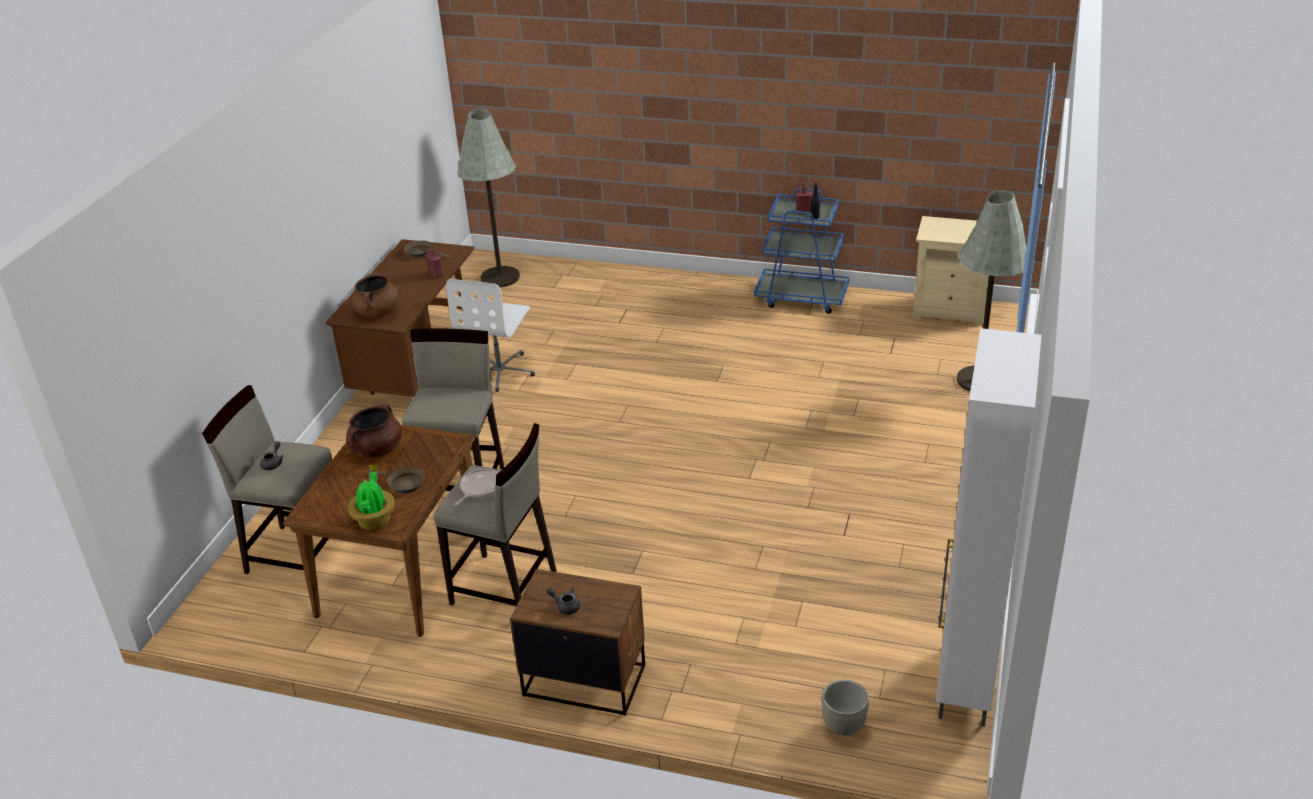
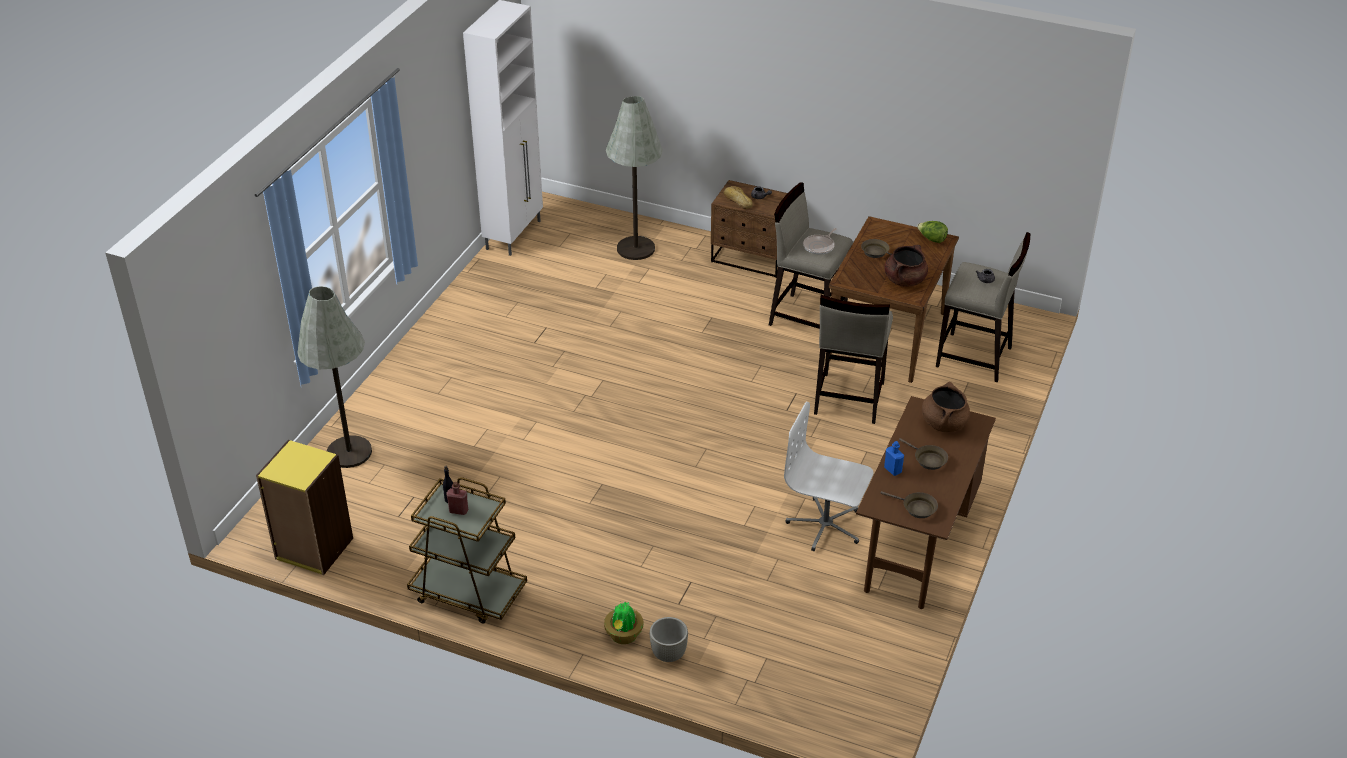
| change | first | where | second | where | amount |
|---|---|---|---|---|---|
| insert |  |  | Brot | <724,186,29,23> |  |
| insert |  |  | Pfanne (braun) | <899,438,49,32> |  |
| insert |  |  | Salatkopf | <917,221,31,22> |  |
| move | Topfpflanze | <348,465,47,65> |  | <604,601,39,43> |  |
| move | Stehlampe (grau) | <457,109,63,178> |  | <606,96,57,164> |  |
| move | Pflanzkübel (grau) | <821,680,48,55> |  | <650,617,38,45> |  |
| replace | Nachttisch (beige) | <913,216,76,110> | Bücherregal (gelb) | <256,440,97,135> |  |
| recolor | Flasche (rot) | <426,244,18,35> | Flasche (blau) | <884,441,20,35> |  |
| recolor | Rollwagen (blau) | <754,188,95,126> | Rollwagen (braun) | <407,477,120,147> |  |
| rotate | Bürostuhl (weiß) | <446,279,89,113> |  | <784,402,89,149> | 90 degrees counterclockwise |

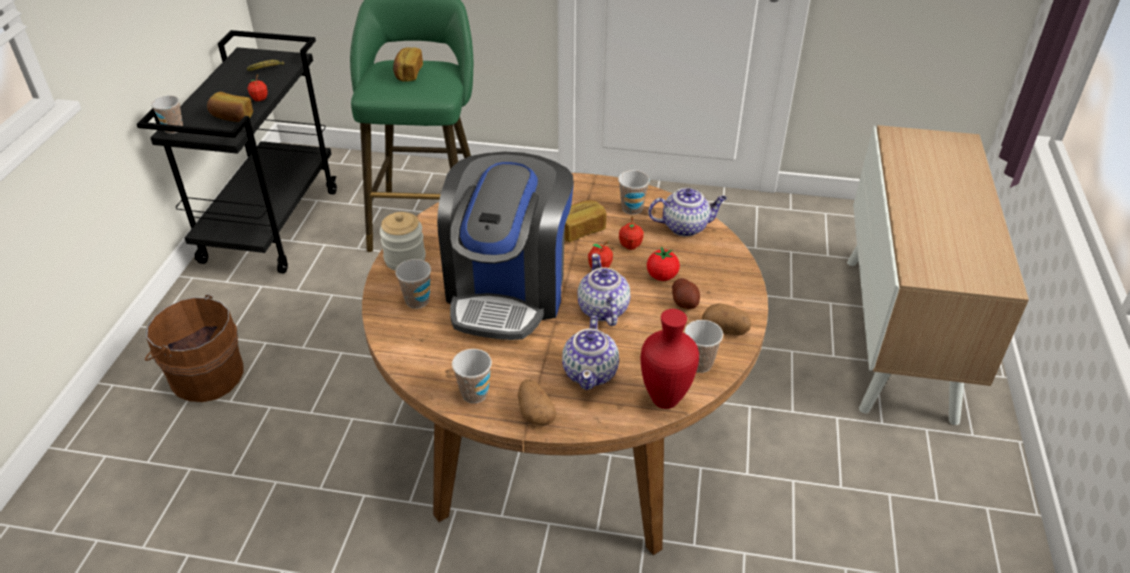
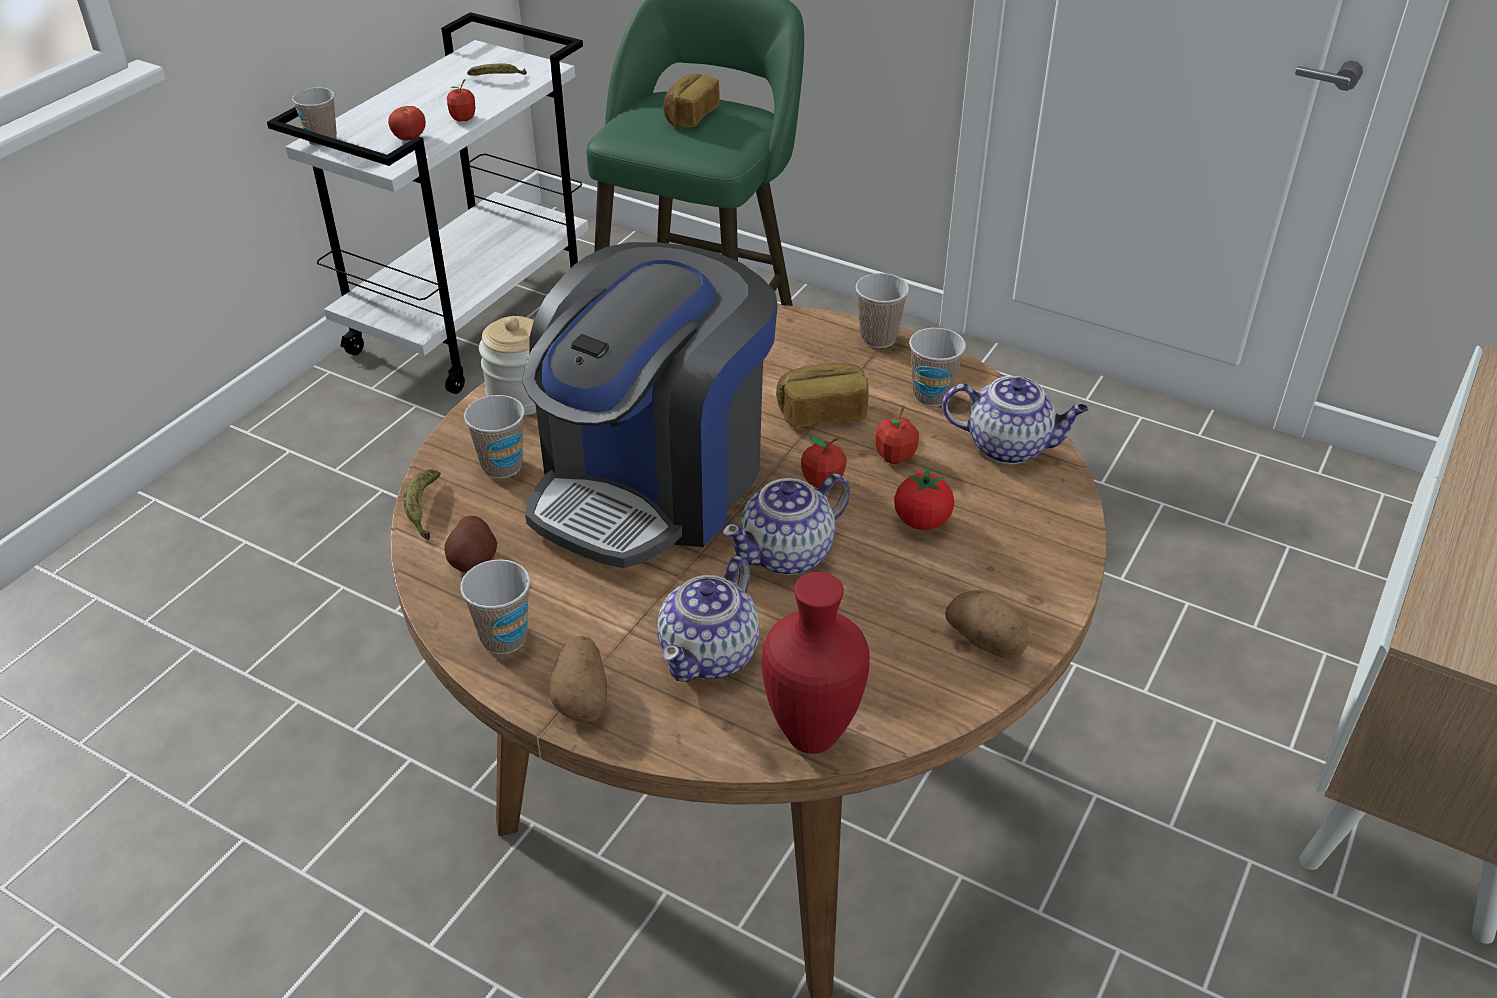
| change | first | where | second | where | amount |
|---|---|---|---|---|---|
| delete | Eimer (braun) | <145,294,99,108> |  |  |  |
| insert |  |  | Banane | <404,469,37,71> |  |
| move | Kartoffel | <672,278,28,31> |  | <444,516,53,57> |  |
| move | Tasse | <685,320,38,53> |  | <856,273,53,75> |  |
| replace | Brot | <207,92,46,30> | Tomate | <388,106,38,35> |  |
| recolor | Rollwagen (schwarz) | <137,30,200,243> | Rollwagen (weiß) | <267,12,321,382> |  |
| rotate | Teekanne | <578,254,52,72> |  | <723,473,127,102> | 135 degrees counterclockwise |

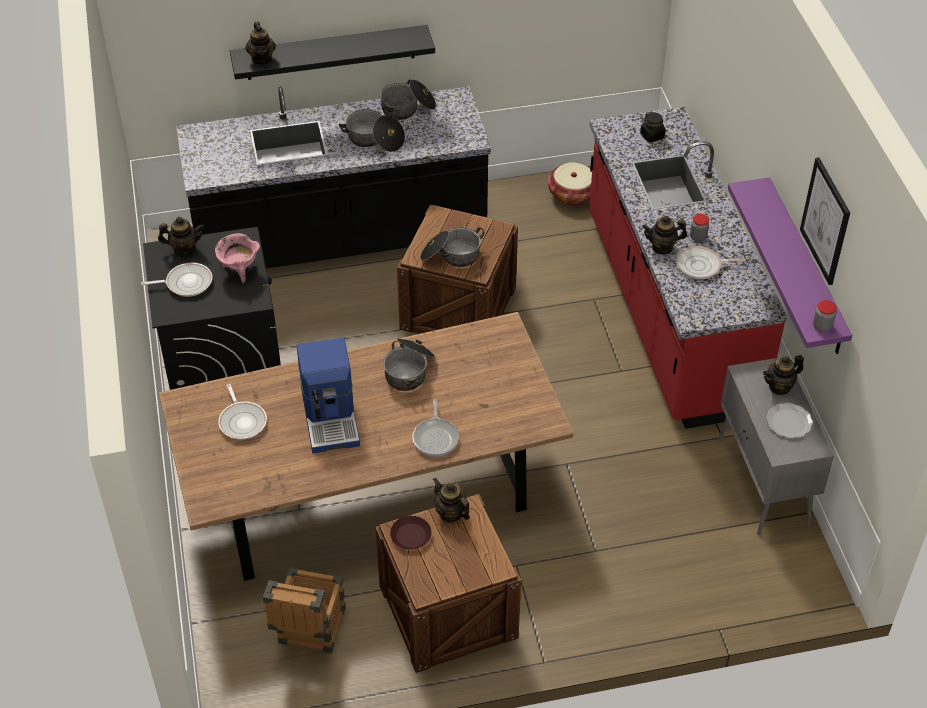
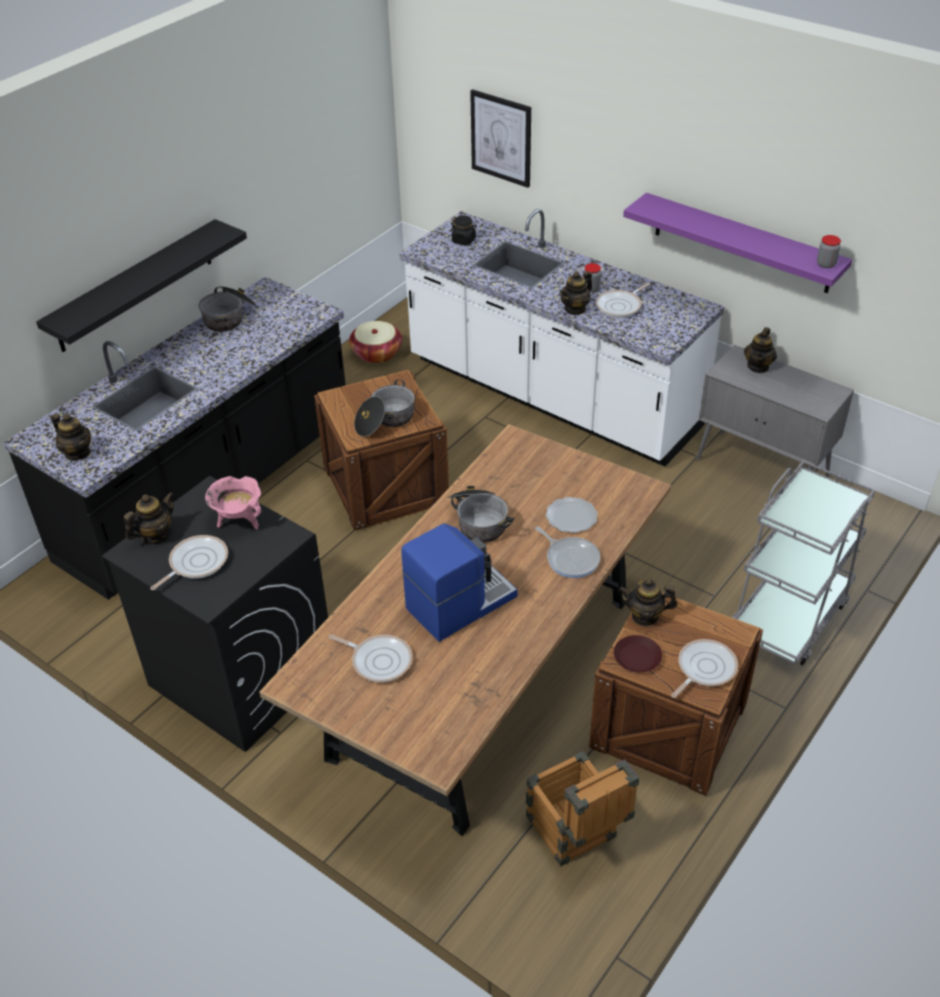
| change | first | where | second | where | amount |
|---|---|---|---|---|---|
| delete | Kochtopf | <339,109,66,43> |  |  |  |
| insert |  |  | Pfanne | <671,639,67,59> |  |
| insert |  |  | Rollwagen (grau) | <732,460,143,206> |  |
| move | Teekanne | <245,22,31,43> |  | <51,413,40,47> |  |
| move | Teller | <766,403,47,36> |  | <546,497,52,36> |  |
| move | Bild | <800,157,50,128> |  | <470,89,61,99> |  |
| recolor | Küchenzeile (rot) | <589,107,198,322> | Küchenzeile (weiß) | <399,209,326,257> |  |
| rotate | Kaffeemaschine | <297,338,63,115> |  | <401,523,116,119> | 75 degrees counterclockwise |

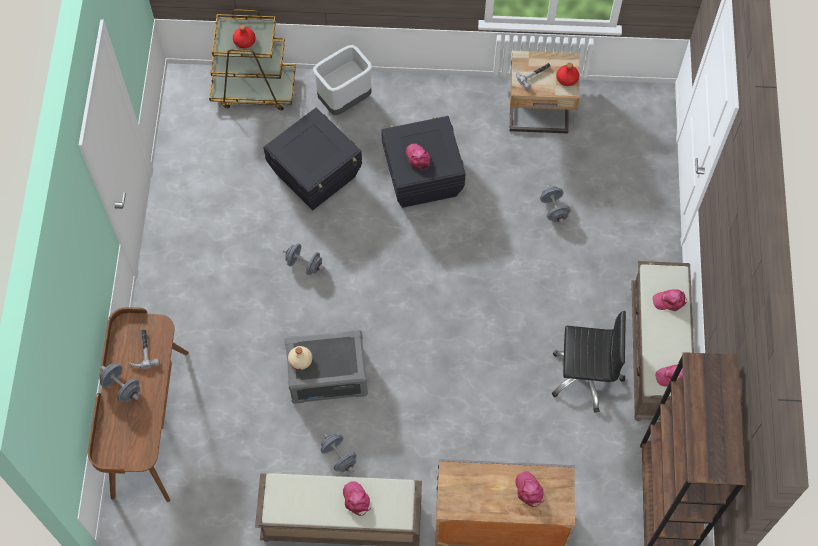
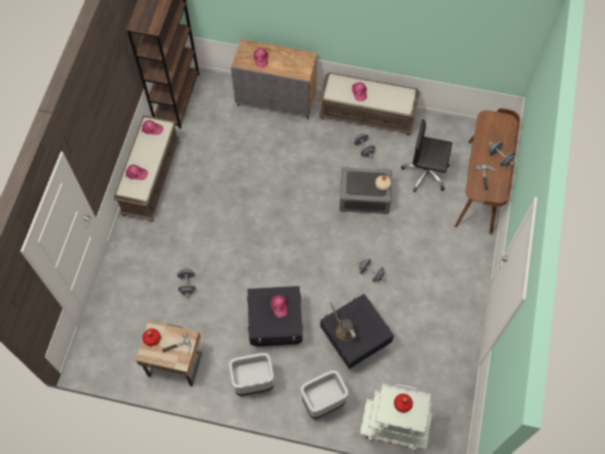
| change | first | where | second | where | amount |
|---|---|---|---|---|---|
| insert |  |  | Mülleimer (grau) | <229,353,45,43> |  |
| insert |  |  | Gießkanne (braun) | <330,302,26,39> |  |
| move | Bürostuhl (schwarz) | <552,311,74,102> |  | <401,119,51,73> |  |
| recolor | Rollwagen (braun) | <209,9,87,101> | Rollwagen (weiß) | <360,384,72,66> |  |

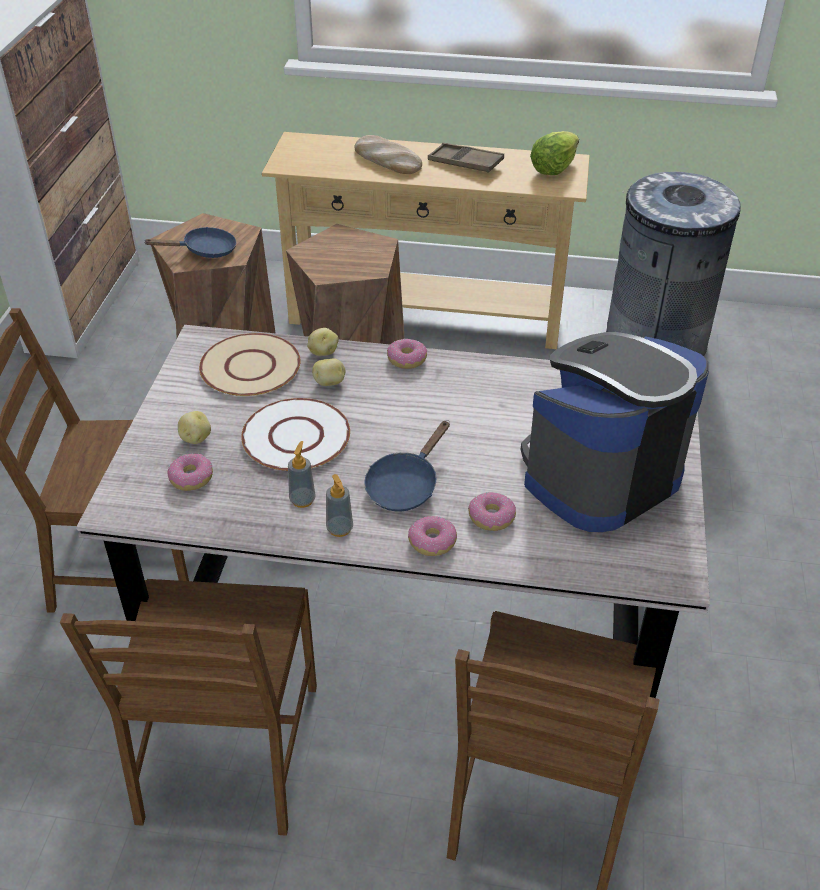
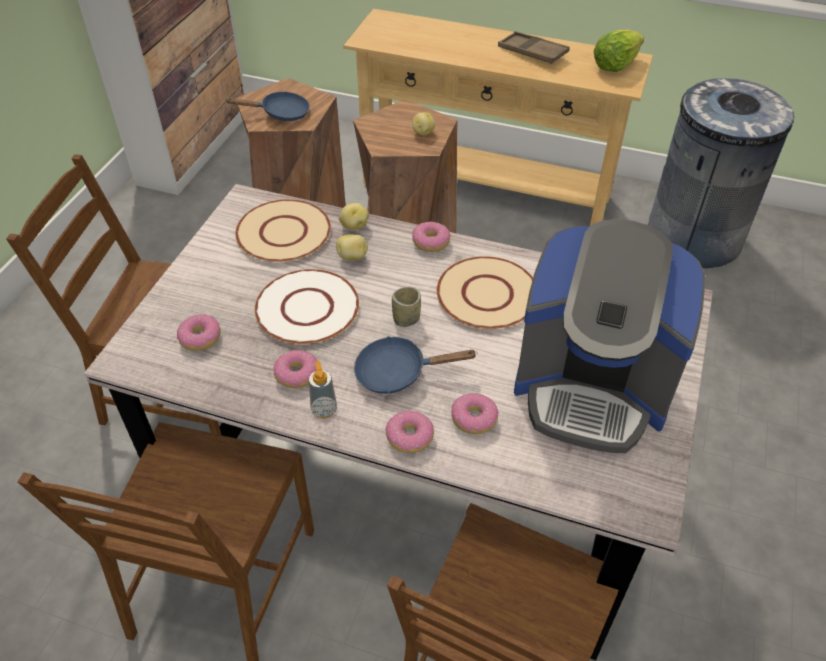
| change | first | where | second | where | amount |
|---|---|---|---|---|---|
| delete | Brot | <355,135,67,39> |  |  |  |
| insert |  |  | Tasse | <392,287,29,40> |  |
| insert |  |  | Teller (beige) | <437,256,96,73> |  |
| move | Kartoffel | <178,411,33,33> |  | <412,112,23,24> |  |
| replace | Seifenspender | <288,441,28,67> | Donut | <273,350,44,38> |  |
| rotate | Pfanne (blau) | <364,420,86,91> |  | <354,336,123,58> | 45 degrees clockwise |
| rotate | Kaffeemaschine | <521,332,188,200> |  | <514,219,191,234> | 135 degrees counterclockwise |

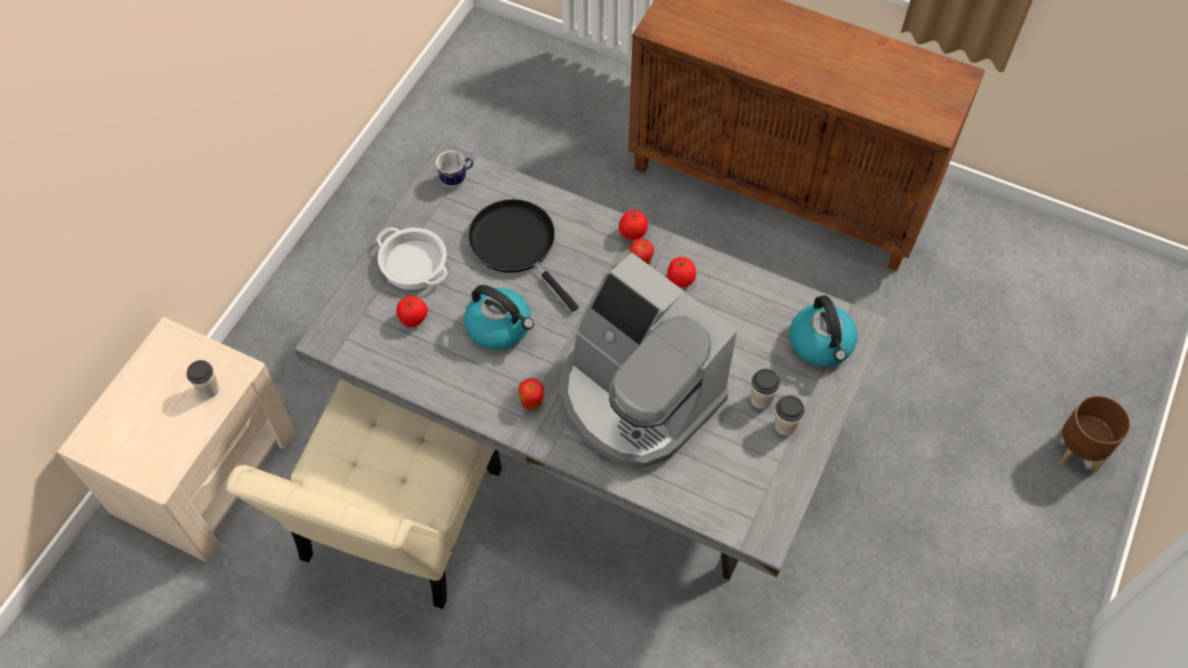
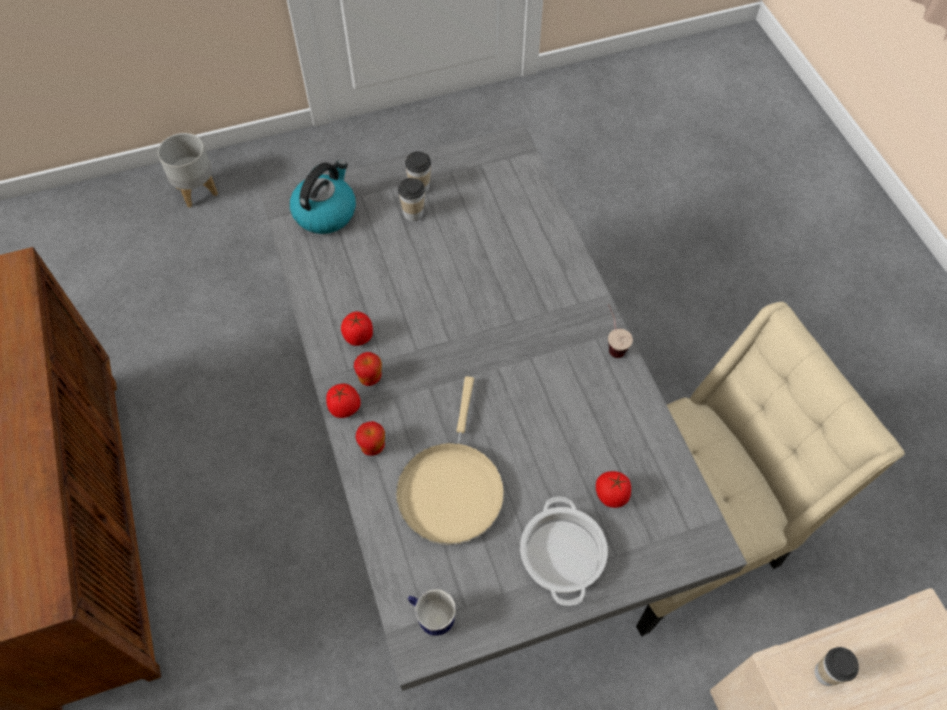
| change | first | where | second | where | amount |
|---|---|---|---|---|---|
| delete | Wasserkessel | <464,285,70,65> |  |  |  |
| delete | Kaffeemaschine | <559,253,178,215> |  |  |  |
| insert |  |  | Tasse | <608,304,25,54> |  |
| move | Apfel | <518,378,26,32> |  | <356,421,29,35> |  |
| recolor | Pfanne (schwarz) | <468,199,111,112> | Pfanne (beige) | <396,376,108,169> |  |
| recolor | Pflanzkübel (braun) | <1058,396,72,76> | Pflanzkübel (grau) | <158,133,60,75> |  |

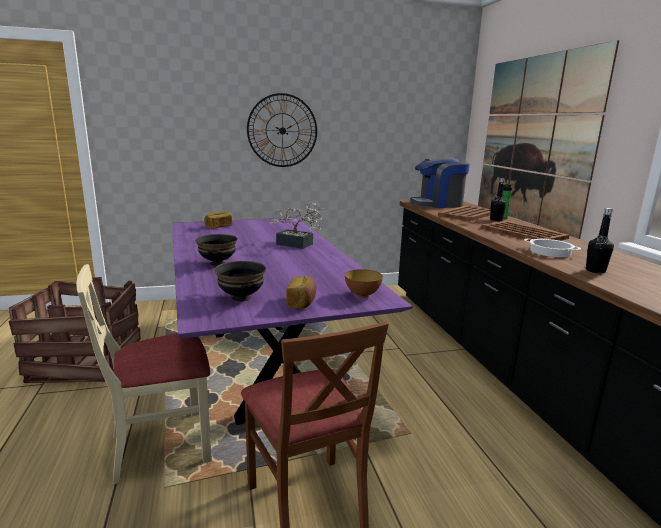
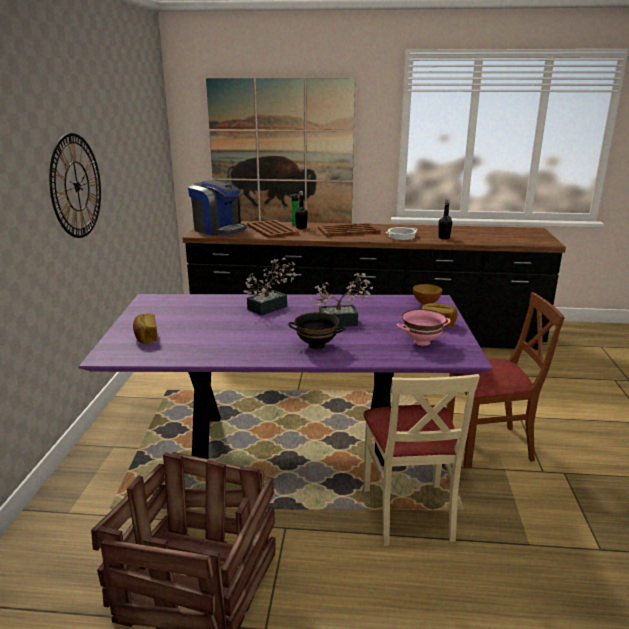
| change | first | where | second | where | amount |
|---|---|---|---|---|---|
| insert |  |  | Topfpflanze | <310,273,64,54> |  |
| recolor | Schüssel (schwarz) | <214,261,52,41> | Schüssel (rosa) | <397,309,54,37> |  |
| rotate | Kaffeemaschine | <410,157,60,51> |  | <188,180,59,56> | 60 degrees counterclockwise |

